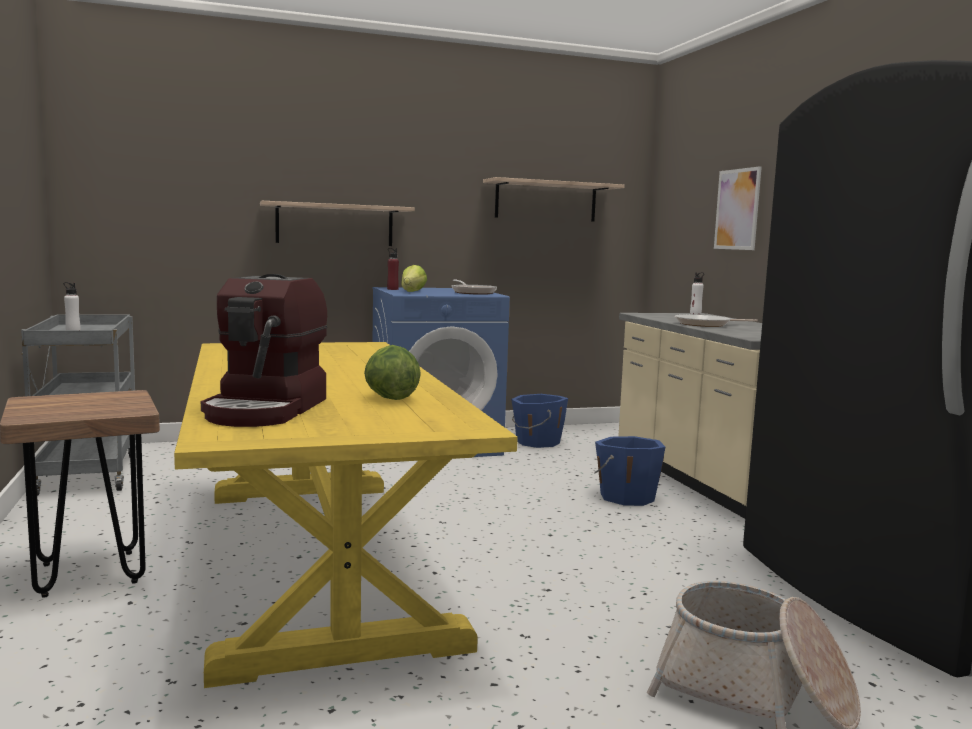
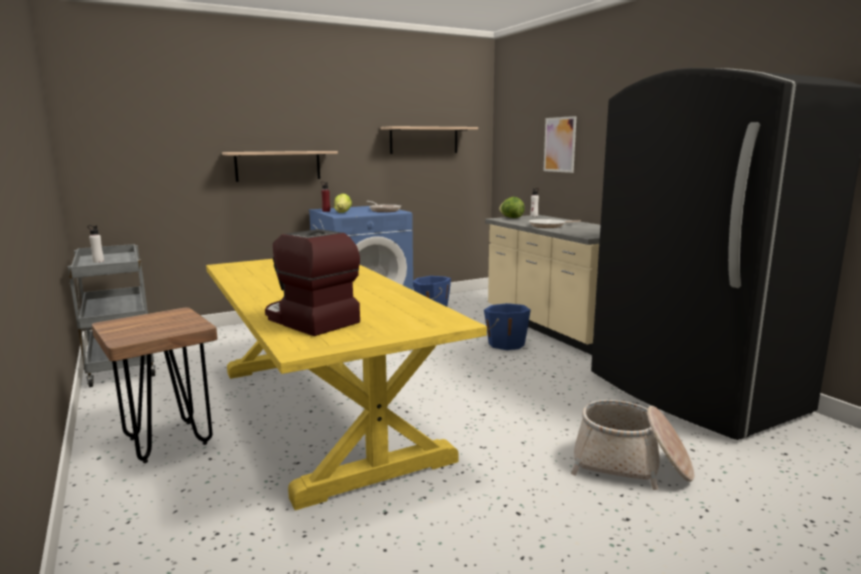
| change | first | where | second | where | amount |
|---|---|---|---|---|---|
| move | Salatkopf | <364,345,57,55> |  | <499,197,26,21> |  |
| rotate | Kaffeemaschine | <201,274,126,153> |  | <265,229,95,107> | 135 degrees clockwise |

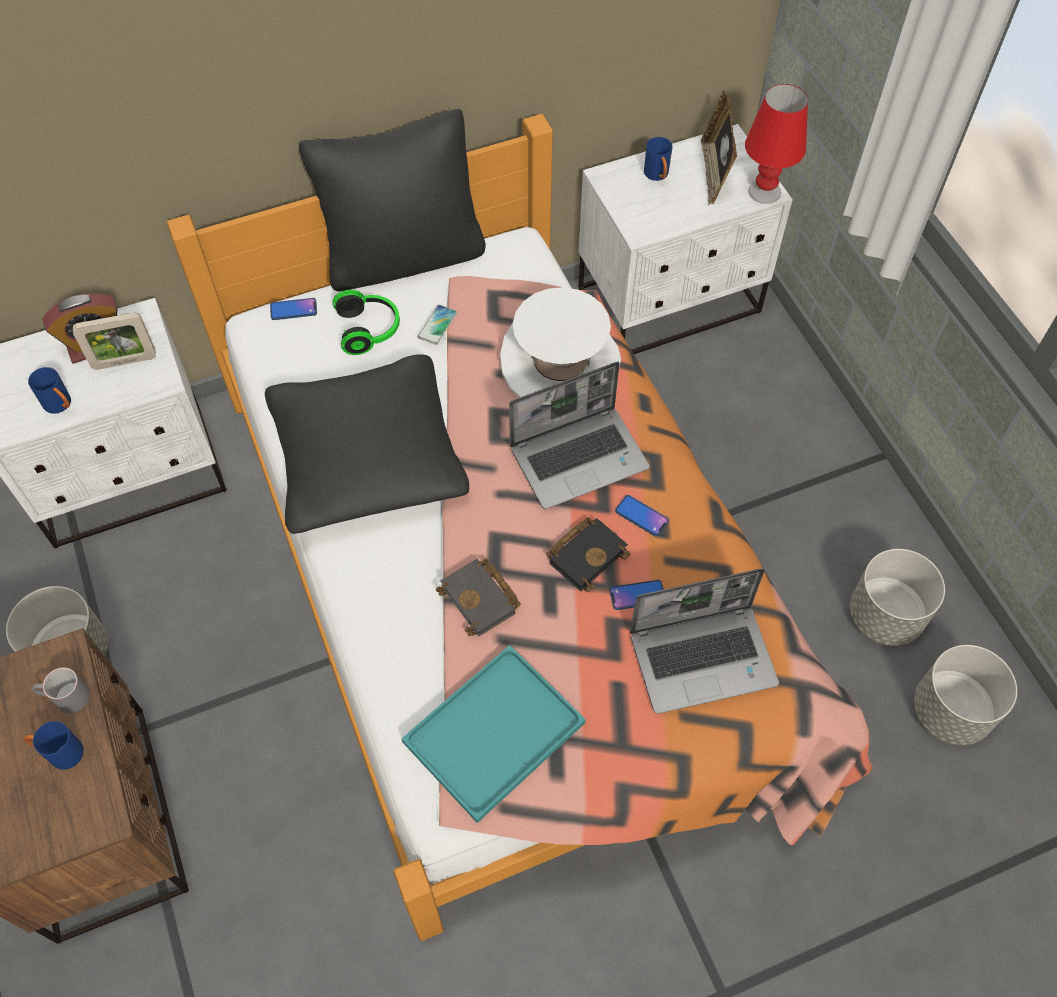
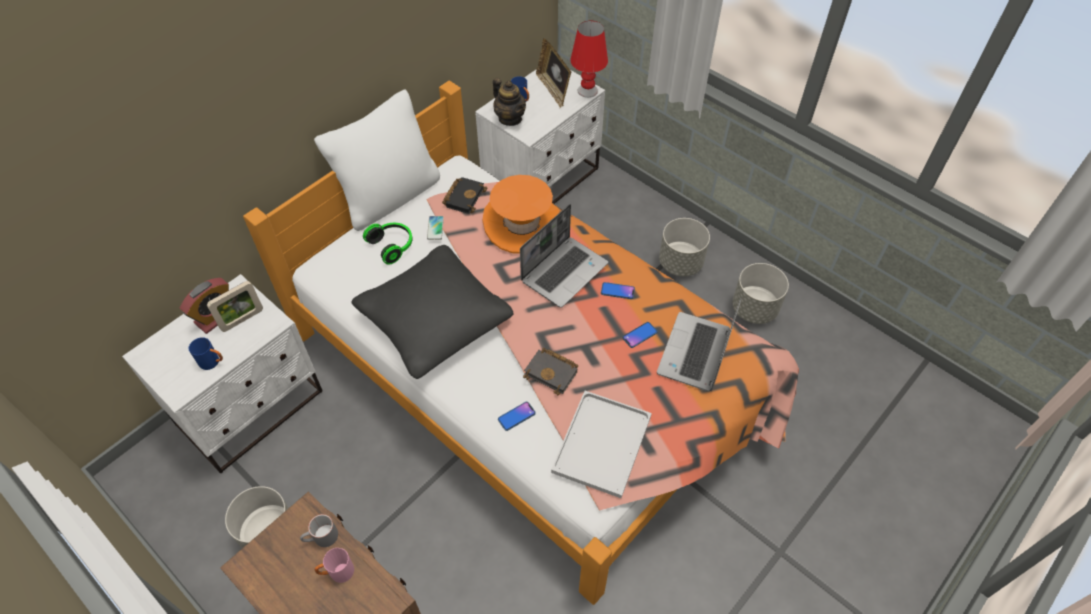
| change | first | where | second | where | amount |
|---|---|---|---|---|---|
| insert |  |  | Teekanne | <493,78,33,48> |  |
| move | Handy | <270,298,47,22> |  | <498,402,38,29> |  |
| move | Buch (schwarz) | <546,517,85,75> |  | <442,177,45,37> |  |
| move | Pflanzkübel (grau) | <914,645,103,101> |  | <659,218,51,58> |  |
| recolor | Henkelbecher (blau) | <24,721,60,49> | Henkelbecher (rosa) | <315,548,39,35> |  |
| recolor | Kissen (schwarz) | <299,109,187,182> | Kissen (weiß) | <314,89,126,142> |  |
| recolor | Tablett (türkis) | <401,645,185,178> | Tablett (weiß) | <551,391,101,107> |  |
| recolor | Hut (weiß) | <500,287,121,110> | Hut (orange) | <483,175,77,78> |  |
| rotate | Laptop | <630,568,149,146> |  | <657,298,84,94> | 150 degrees clockwise |

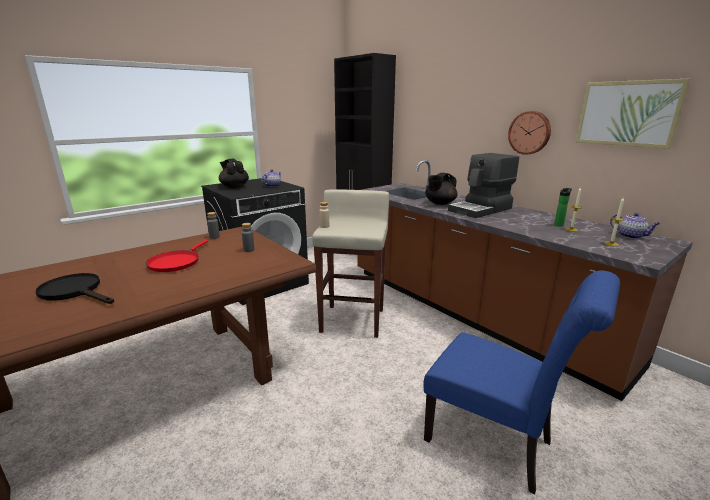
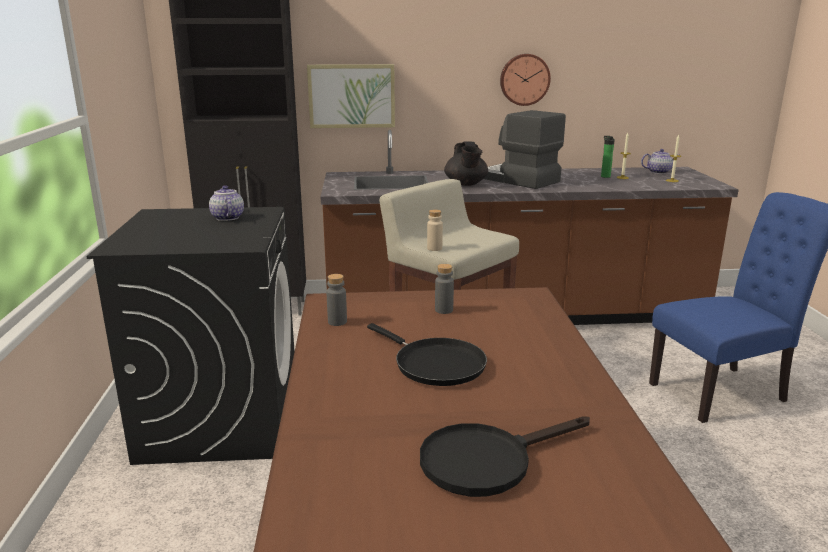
| change | first | where | second | where | amount |
|---|---|---|---|---|---|
| delete | Teekanne (schwarz) | <219,159,30,29> |  |  |  |
| move | Bild | <576,79,114,70> |  | <307,64,88,64> |  |
| recolor | Pfanne (rot) | <146,240,62,32> | Pfanne (schwarz) | <367,323,120,63> |  |
| rotate | Kaffeemaschine | <448,153,71,65> |  | <484,110,82,79> | 135 degrees clockwise |

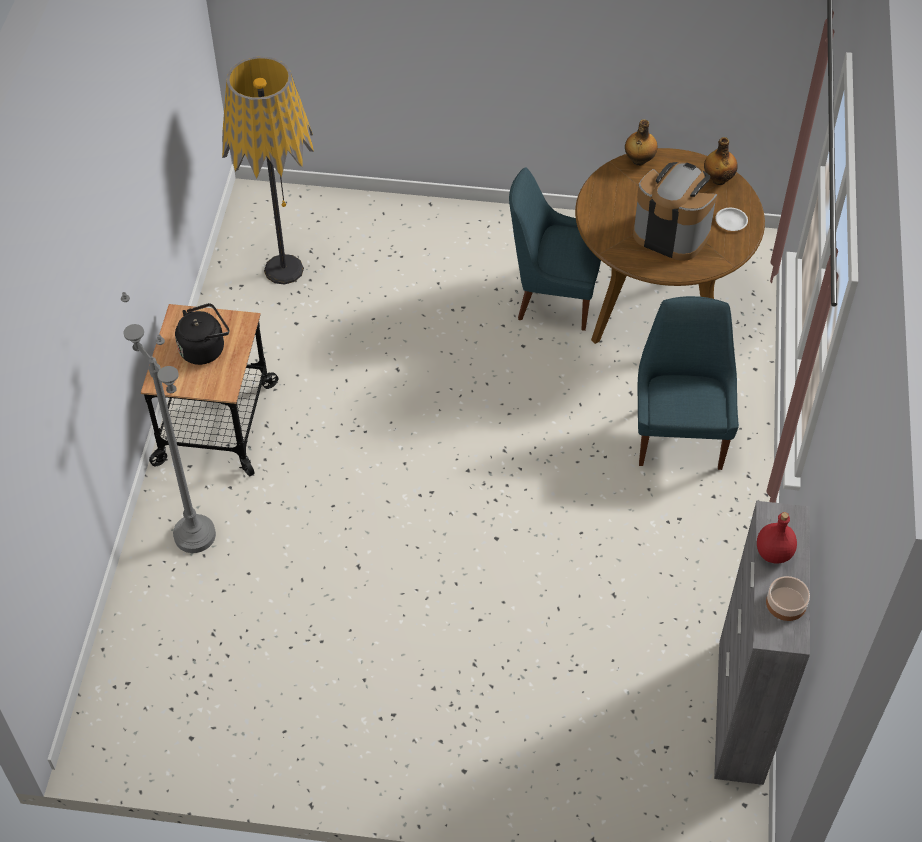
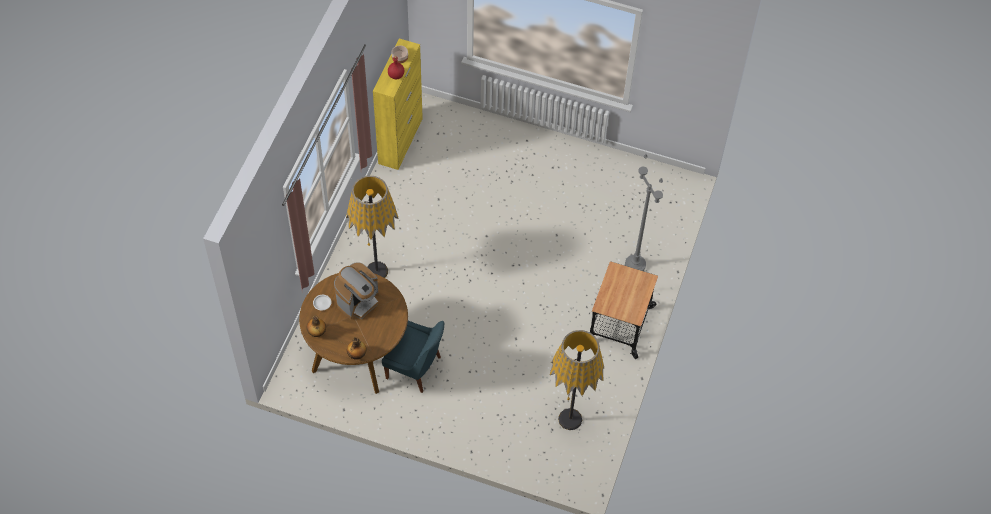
| change | first | where | second | where | amount |
|---|---|---|---|---|---|
| delete | Wasserkessel (schwarz) | <175,303,54,62> |  |  |  |
| replace | Stuhl (blau) | <638,296,101,174> | Stehlampe | <346,176,53,102> |  |
| recolor | Schrank (grau) | <714,501,96,284> | Schrank (gelb) | <373,39,50,131> |  |
| rotate | Kaffeemaschine | <633,162,84,99> |  | <334,262,45,58> | 90 degrees counterclockwise |

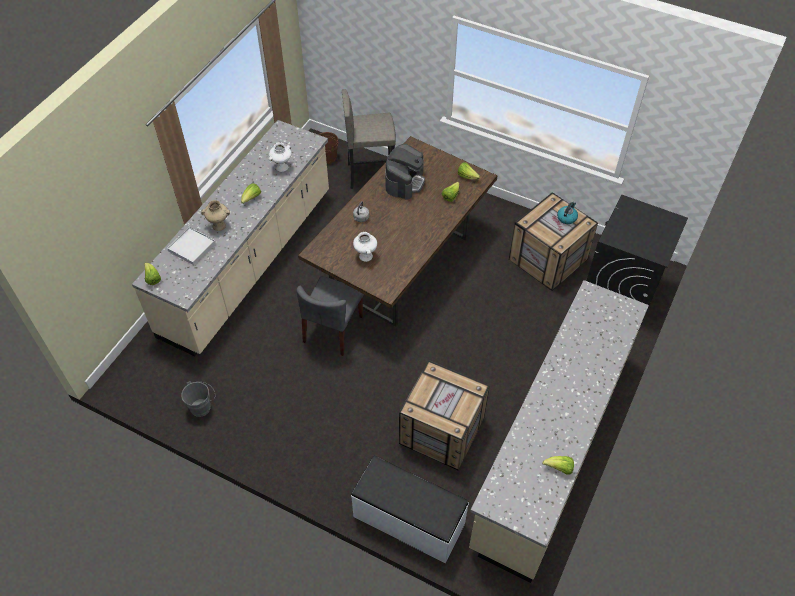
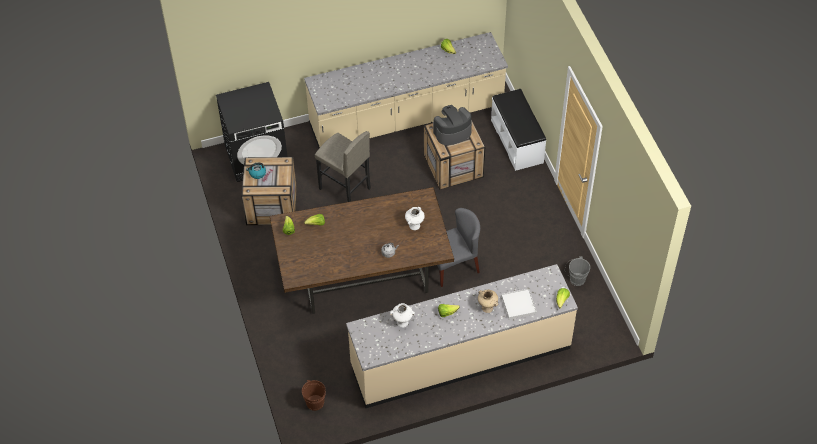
| change | first | where | second | where | amount |
|---|---|---|---|---|---|
| move | Hocker (grau) | <342,89,54,100> |  | <315,131,56,71> |  |
| move | Kaffeemaschine | <385,144,40,56> |  | <433,105,39,40> |  |

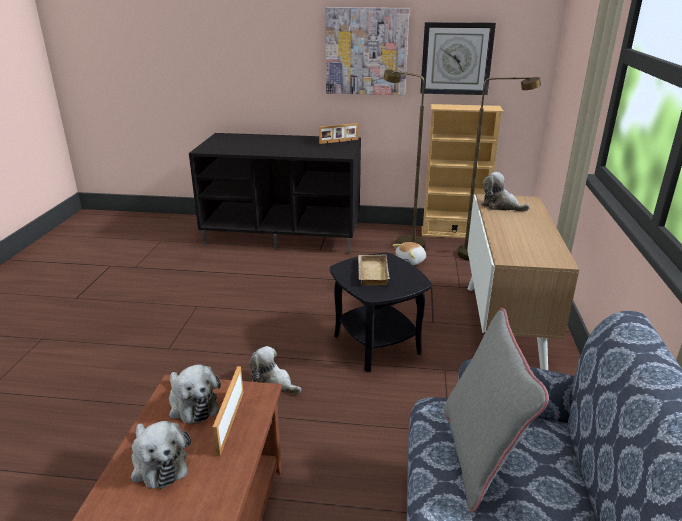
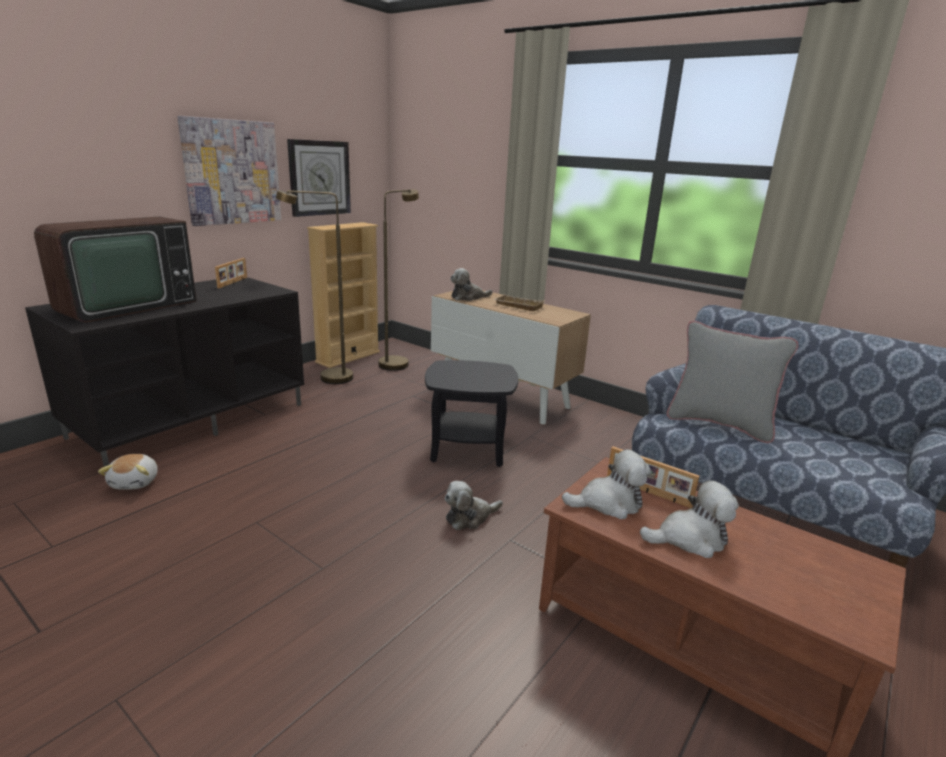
| change | first | where | second | where | amount |
|---|---|---|---|---|---|
| insert |  |  | Fernseher | <34,216,163,106> |  |
| move | Tablett (beige) | <358,254,32,32> |  | <493,294,52,17> |  |
| move | Plüschtier | <393,242,33,23> |  | <98,454,60,36> |  |

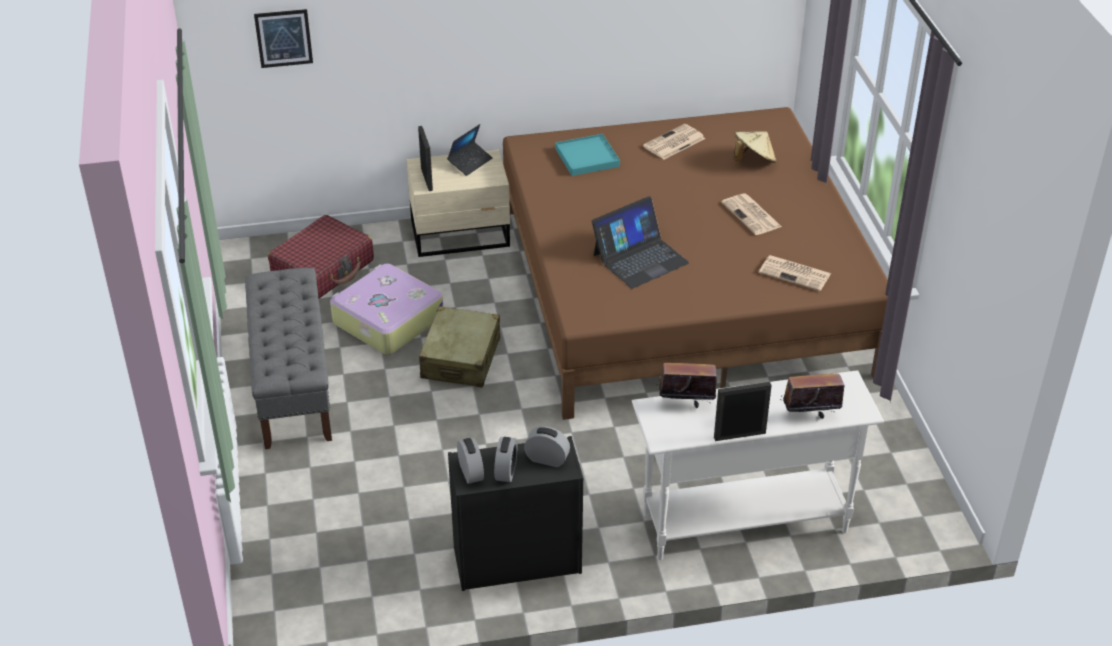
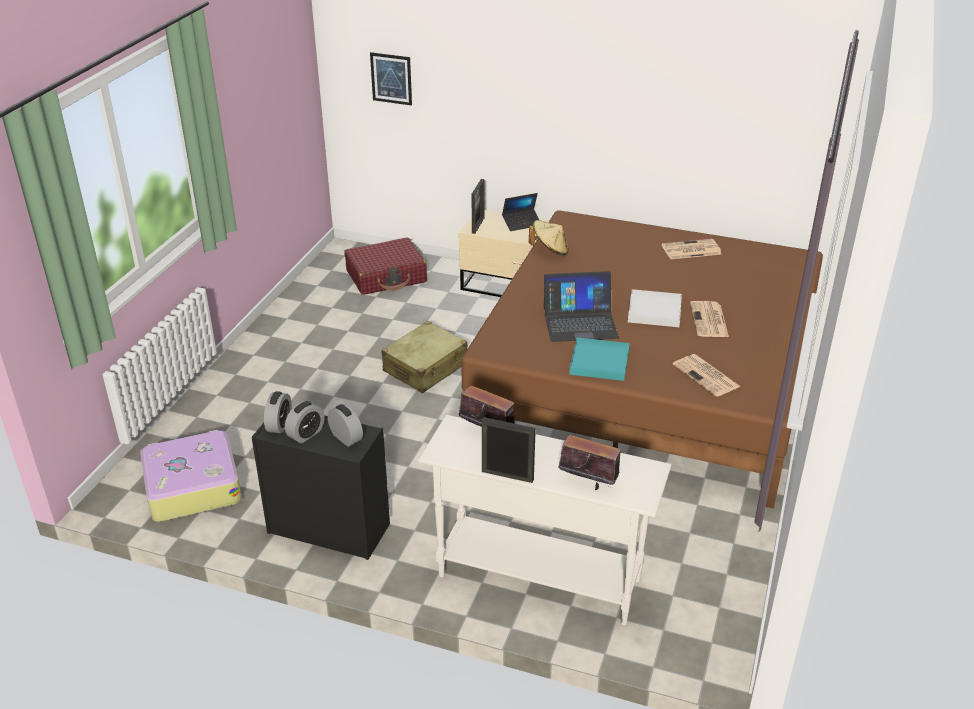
| change | first | where | second | where | amount |
|---|---|---|---|---|---|
| delete | Bank (grau) | <245,268,87,181> |  |  |  |
| insert |  |  | Tablett (weiß) | <628,289,54,38> |  |
| move | Koffer | <330,263,113,92> |  | <140,430,102,92> |  |
| move | Tablett (türkis) | <555,134,65,42> |  | <569,337,61,44> |  |
| move | Hut (beige) | <734,131,43,32> |  | <529,220,40,35> |  |

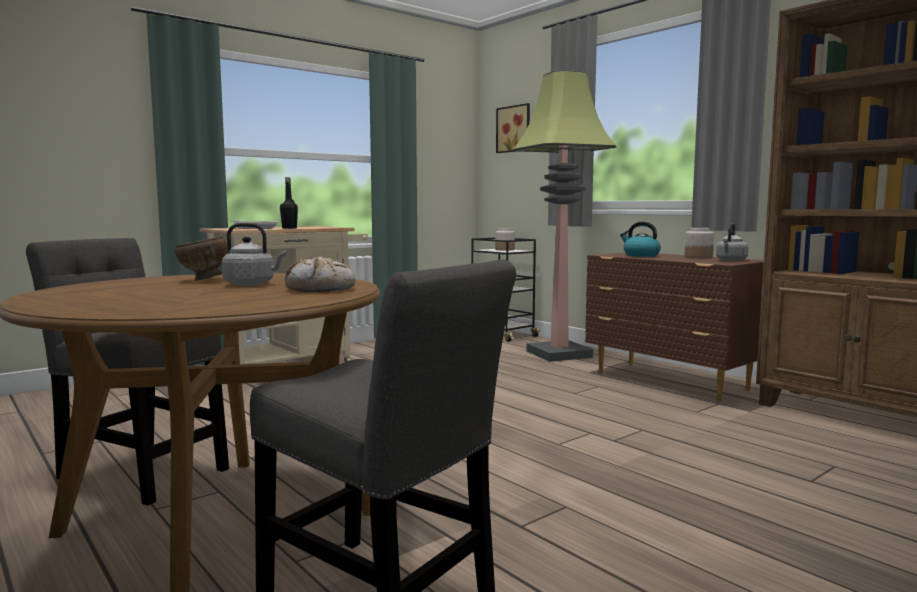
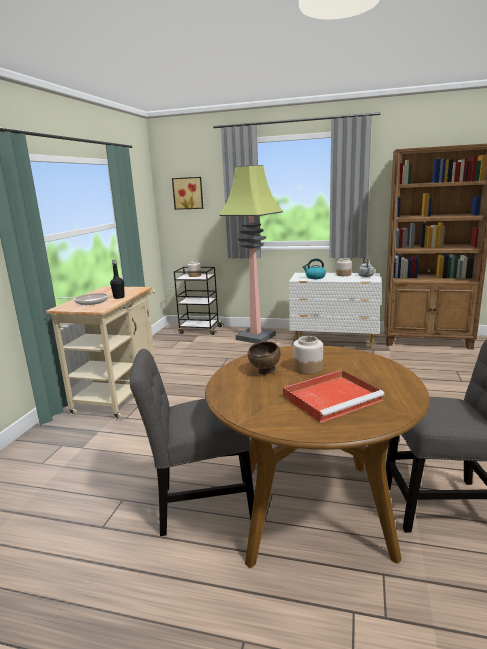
| change | first | where | second | where | amount |
|---|---|---|---|---|---|
| delete | Brot | <284,256,71,36> |  |  |  |
| insert |  |  | Tablett (rot) | <283,370,101,53> |  |
| replace | Wasserkessel (grau) | <222,223,64,63> | Vorratsglas | <293,336,30,39> |  |
| recolor | Kommode (braun) | <585,252,179,149> | Kommode (weiß) | <289,273,92,76> |  |

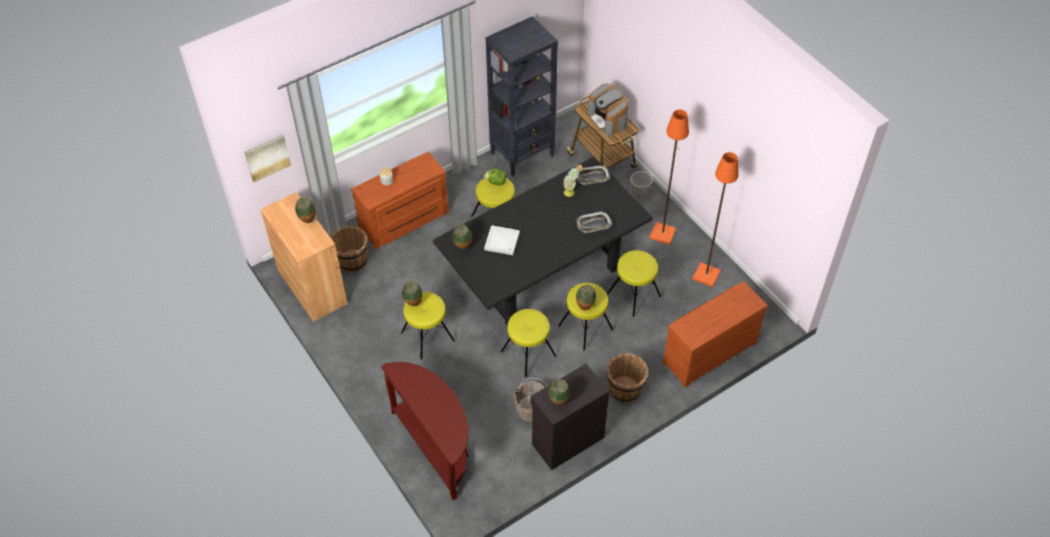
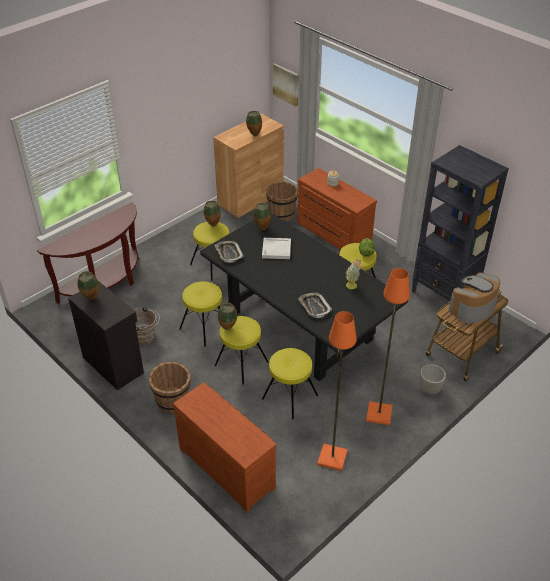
| change | first | where | second | where | amount |
|---|---|---|---|---|---|
| move | Tablett | <576,165,34,20> |  | <215,241,29,22> |  |

